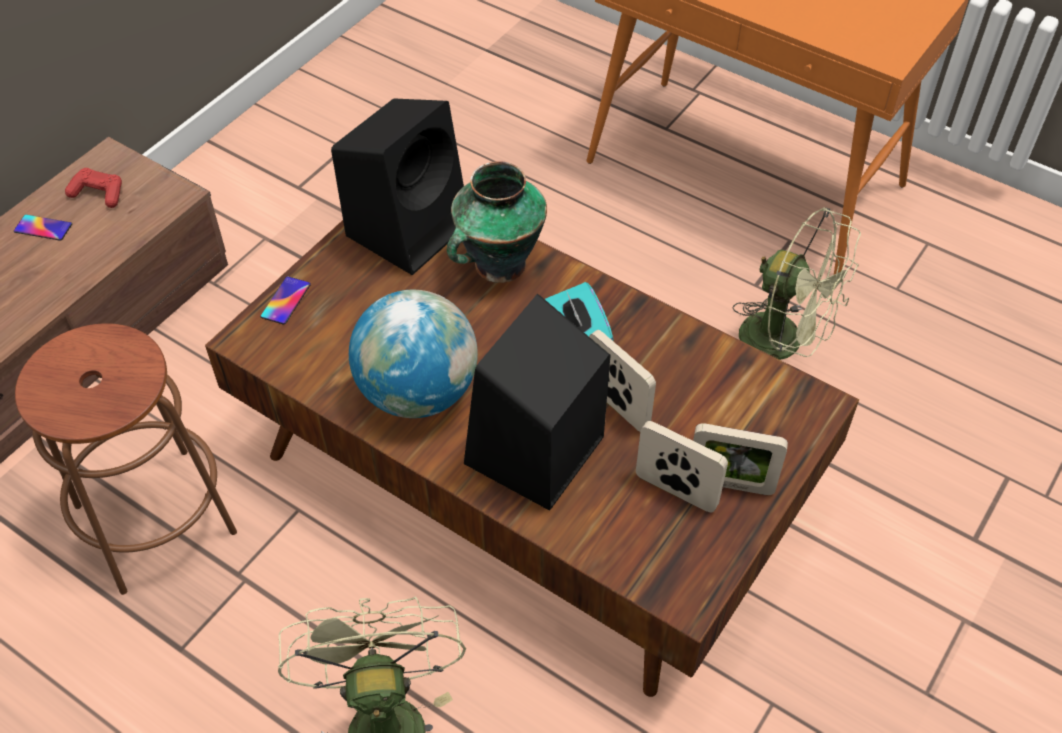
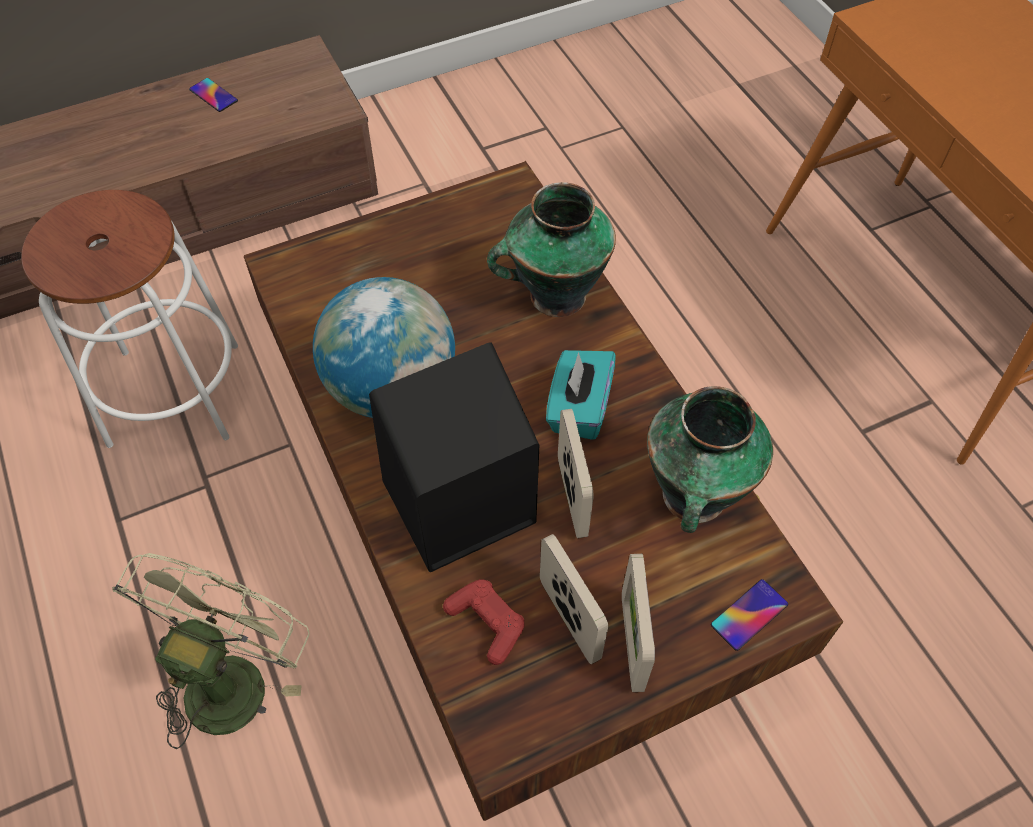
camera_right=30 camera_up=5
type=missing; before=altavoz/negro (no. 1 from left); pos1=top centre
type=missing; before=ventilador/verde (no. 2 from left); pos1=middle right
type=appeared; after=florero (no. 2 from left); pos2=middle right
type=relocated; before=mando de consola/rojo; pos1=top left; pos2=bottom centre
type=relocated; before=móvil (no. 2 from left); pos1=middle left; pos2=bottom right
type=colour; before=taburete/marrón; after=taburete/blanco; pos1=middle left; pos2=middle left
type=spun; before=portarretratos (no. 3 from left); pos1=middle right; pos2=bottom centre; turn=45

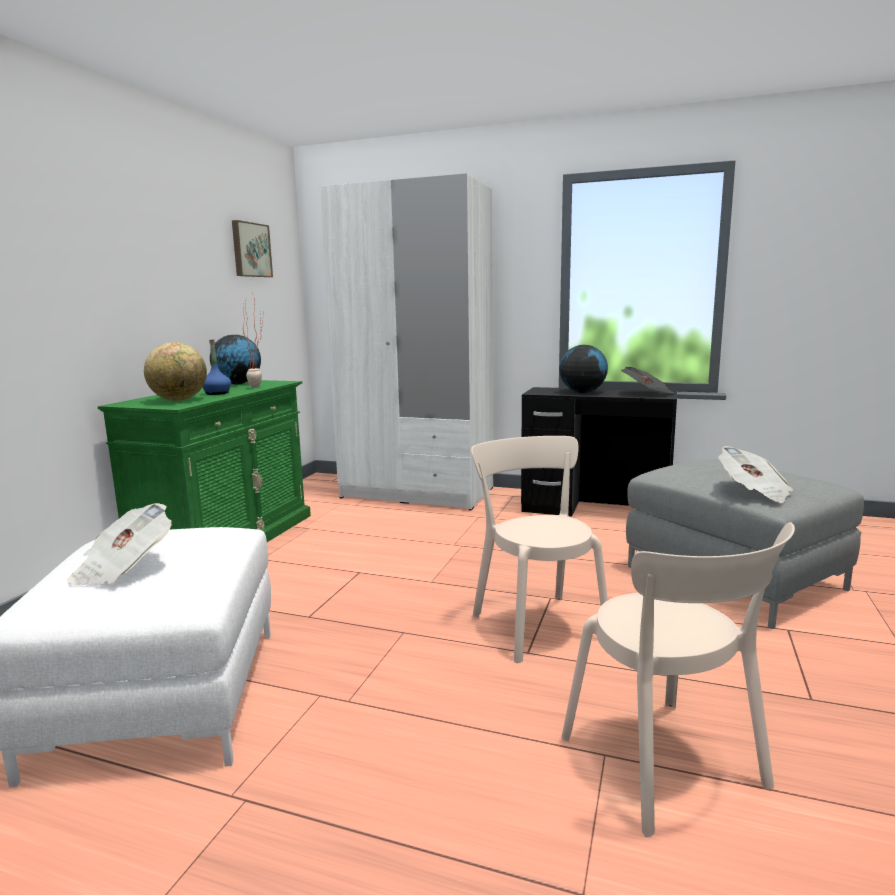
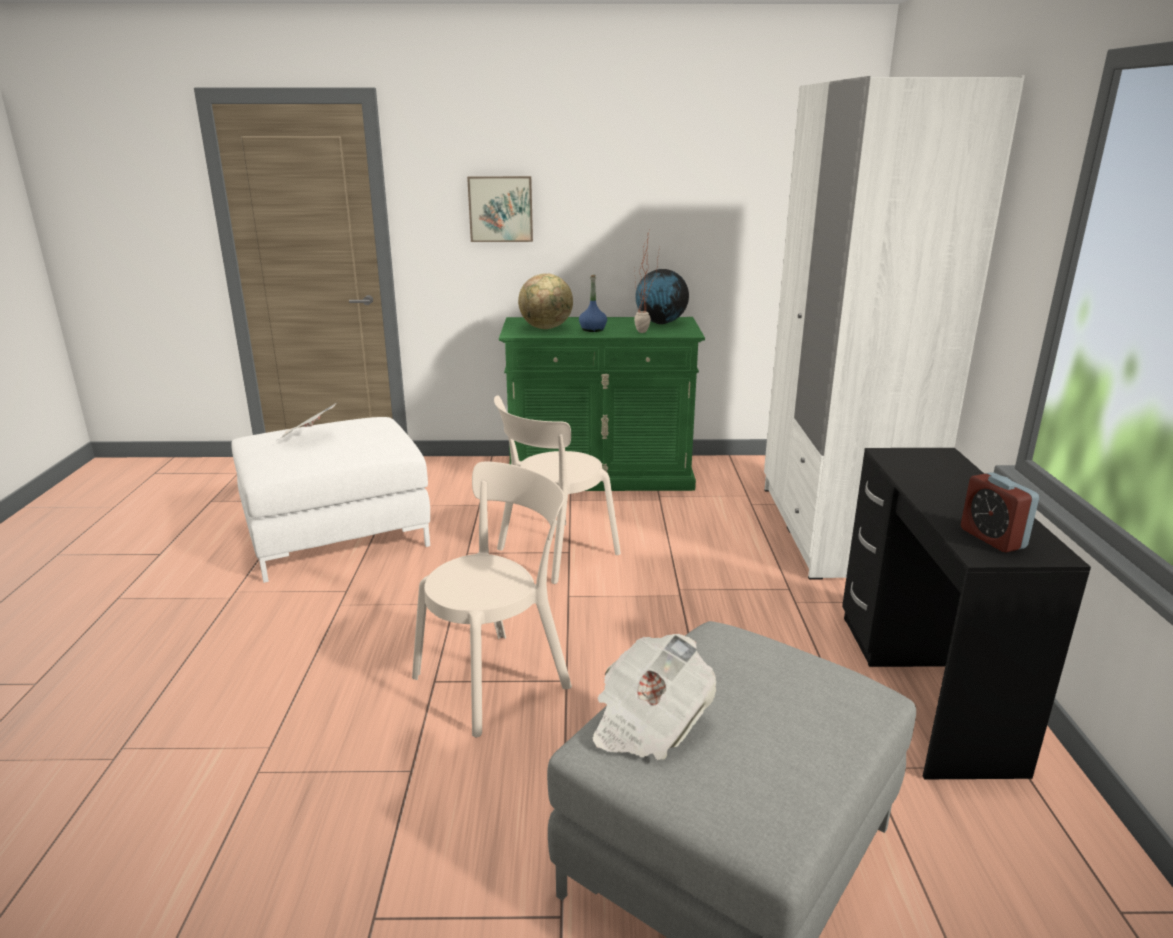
camera_right=70 camera_up=10
type=missing; before=globo terráqueo (no. 3 from left); pos1=centre
type=relocated; before=cuadro; pos1=top left; pos2=top centre
type=relocated; before=silla/beis (no. 2 from left); pos1=bottom right; pos2=centre
type=exchanged; before=periódico (no. 2 from left); after=despertador; pos1=middle right; pos2=middle right

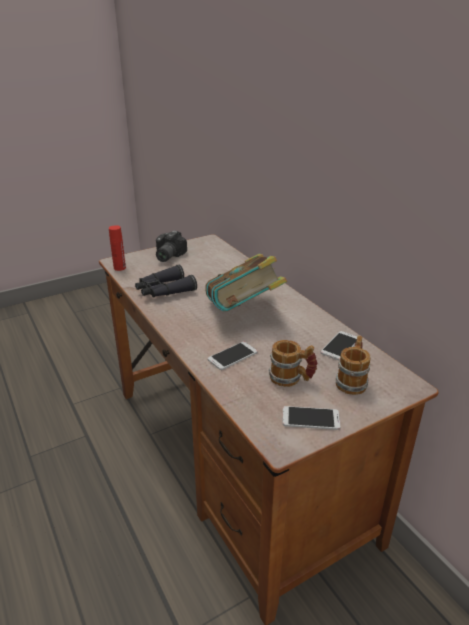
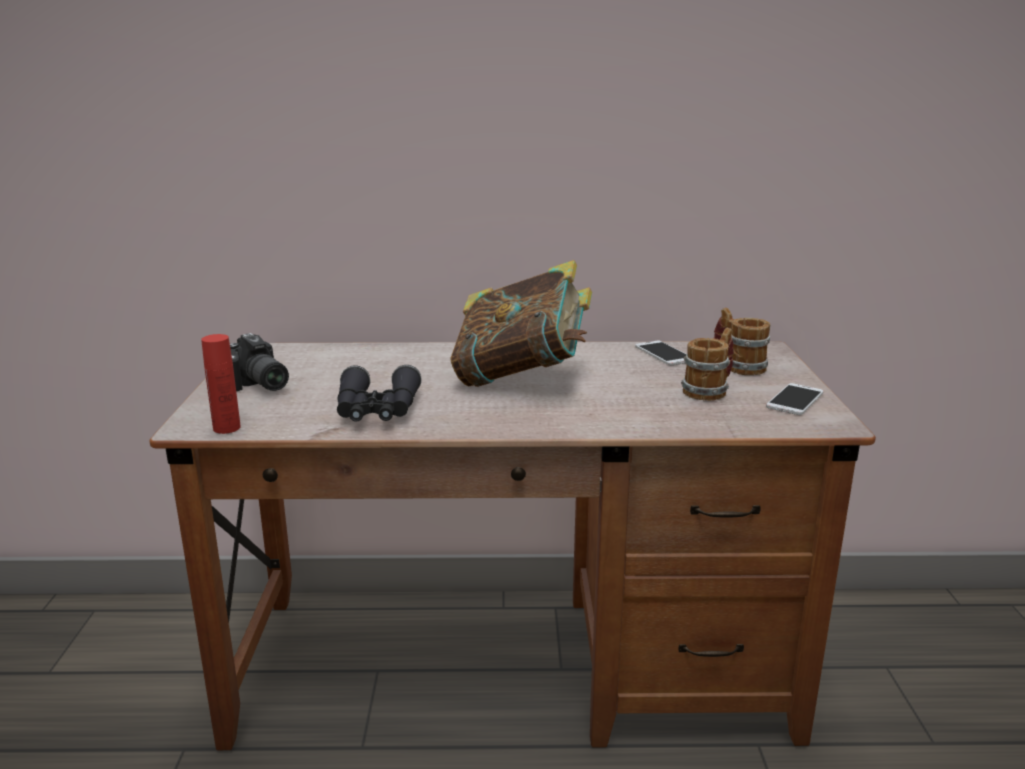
camera_right=-60 camera_up=-10
type=missing; before=móvil (no. 1 from left); pos1=centre

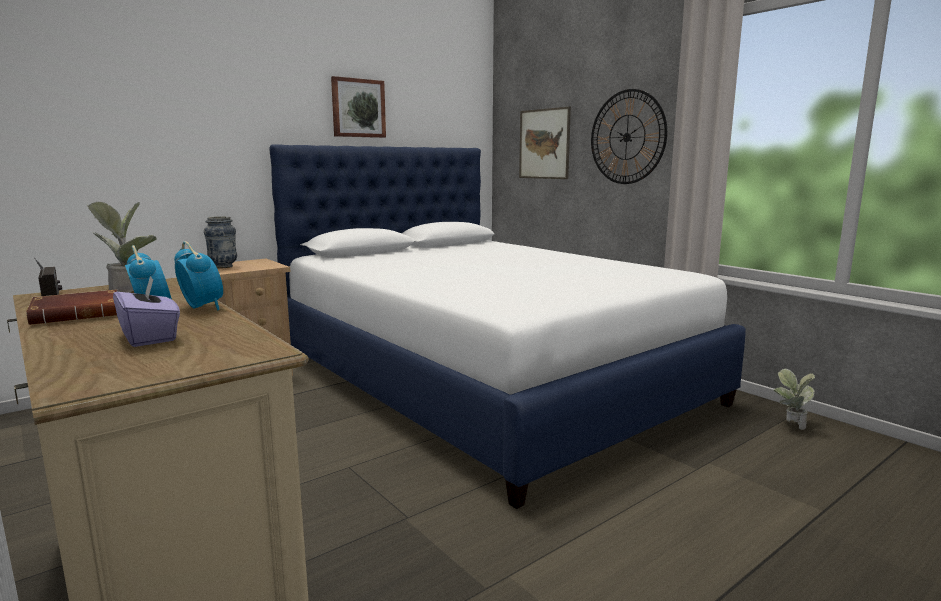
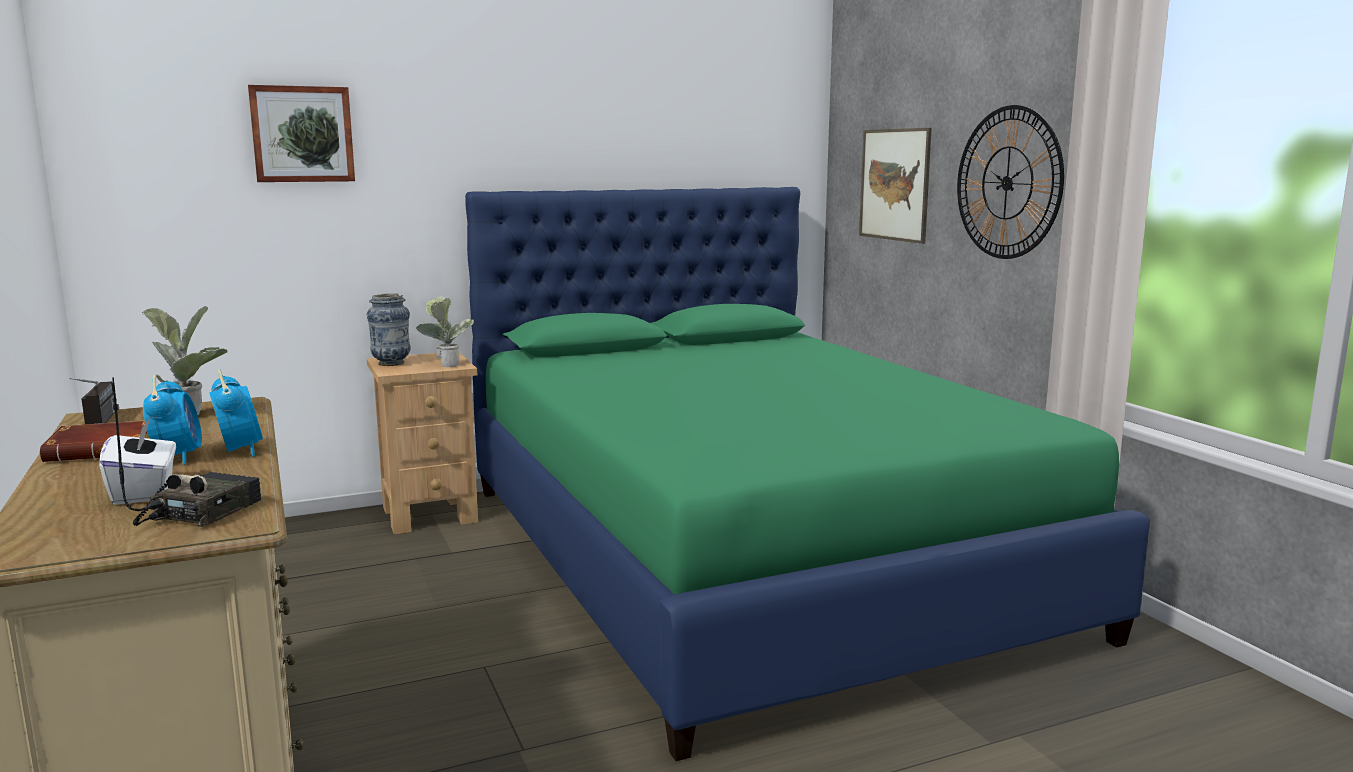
camera_right=15 camera_up=0
type=appeared; after=radio (no. 2 from left); pos2=middle left
type=relocated; before=cuadro (no. 1 from left); pos1=top centre; pos2=top left
type=relocated; before=planta en maceta (no. 2 from left); pos1=middle right; pos2=middle left
type=colour; before=caja de pañuelos/morado; after=caja de pañuelos/blanco; pos1=middle left; pos2=middle left
type=colour; before=cama/blanco; after=cama/verde; pos1=centre; pos2=centre

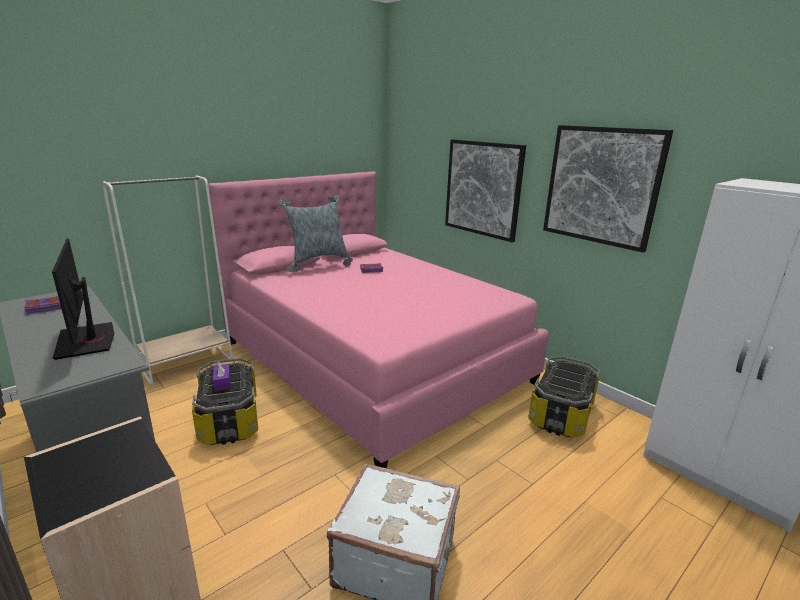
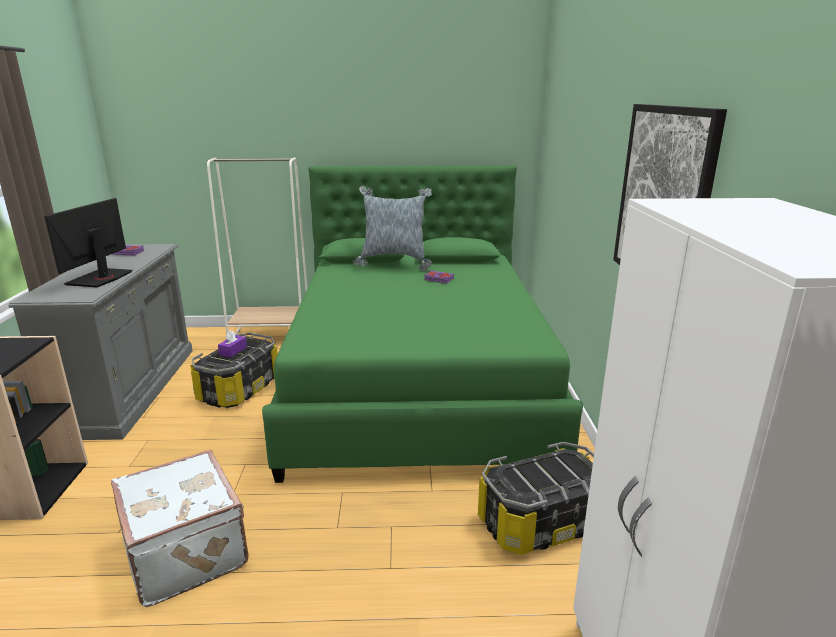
camera_right=40 camera_up=0
type=missing; before=cuadro (no. 1 from left); pos1=top centre
type=colour; before=cama/rosa; after=cama/verde; pos1=centre; pos2=centre

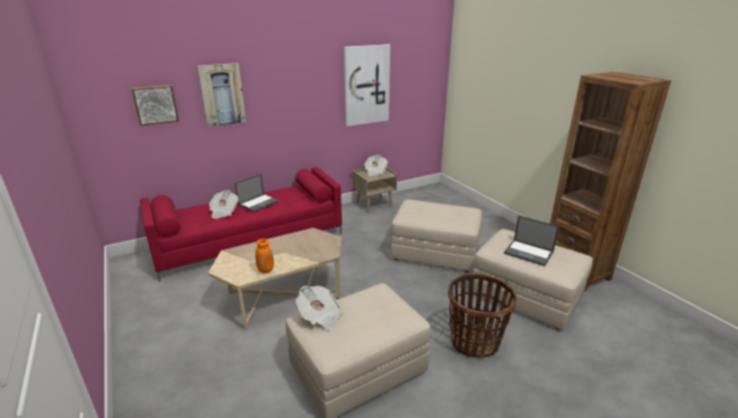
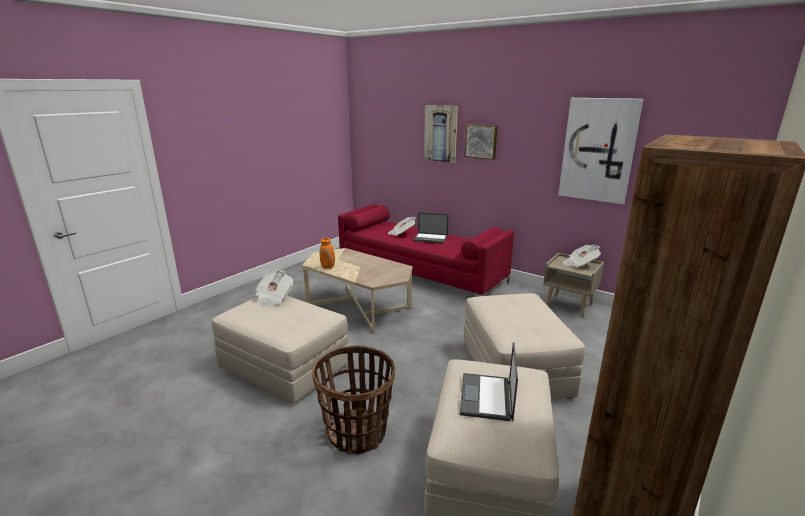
camera_right=65 camera_up=-5
type=relocated; before=cuadro (no. 1 from left in the first image); after=cuadro (no. 2 from left); pos1=top left; pos2=top centre

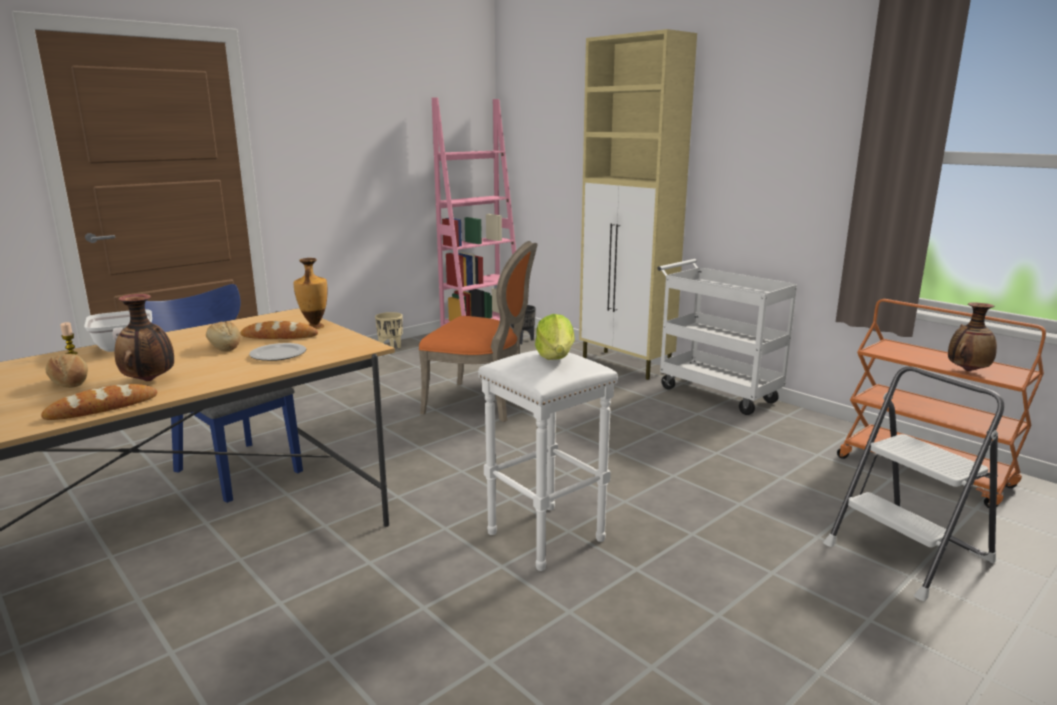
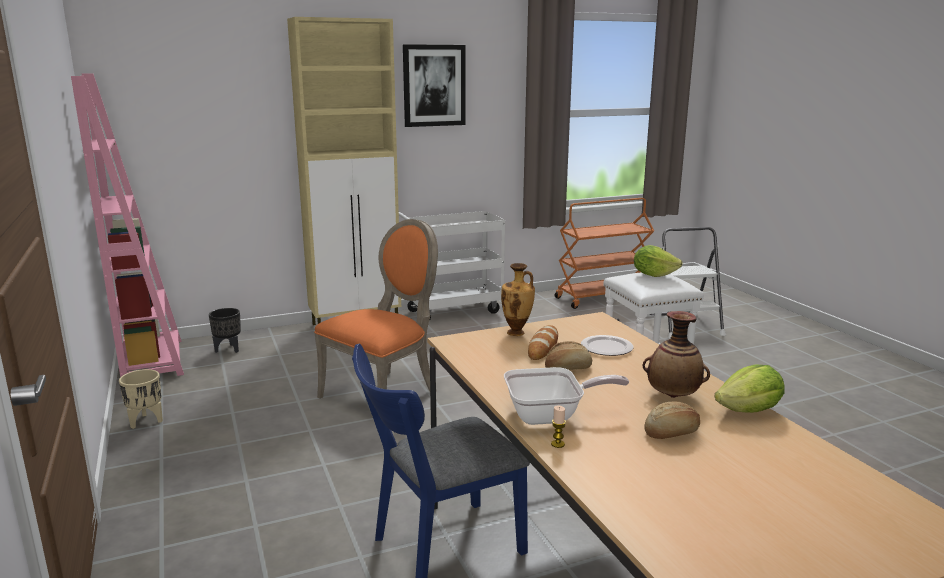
camera_right=-70 camera_up=0
type=missing; before=florero (no. 3 from left); pos1=middle right
type=appeared; after=cuadro; pos2=top centre
type=exchanged; before=pan (no. 2 from left); after=lechuga (no. 2 from left); pos1=middle left; pos2=bottom right

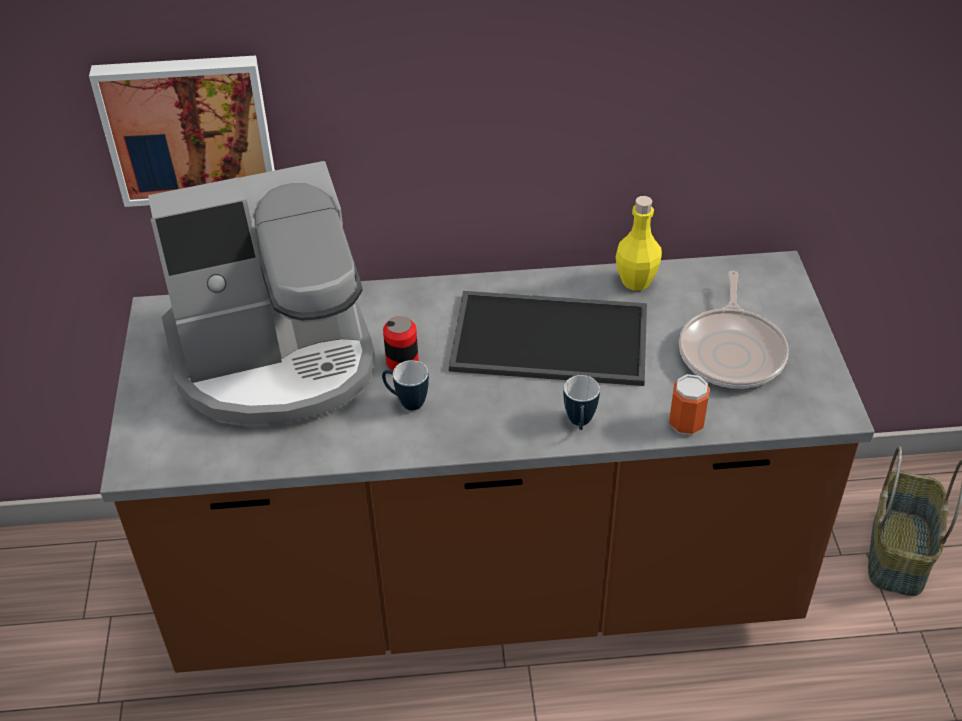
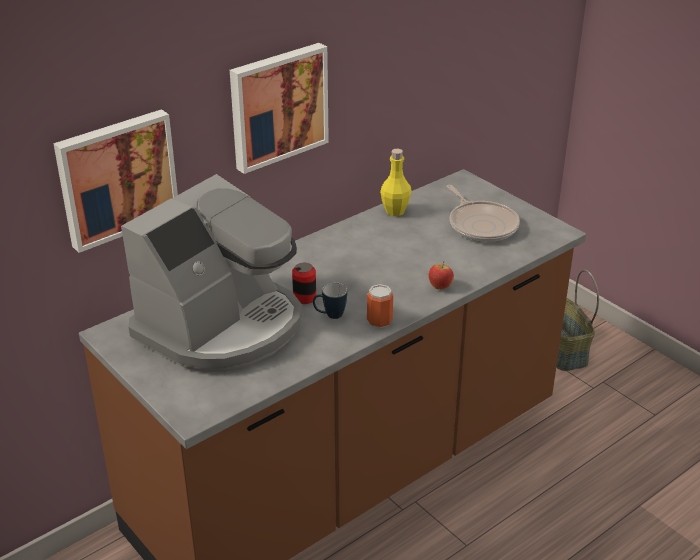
camera_right=-35 camera_up=-10
type=missing; before=bandeja; pos1=centre
type=appeared; after=cuadro (no. 2 from left); pos2=top centre
type=relocated; before=lata (no. 2 from left); pos1=middle right; pos2=centre
type=exchanged; before=taza grande (no. 2 from left); after=manzana; pos1=centre; pos2=centre

